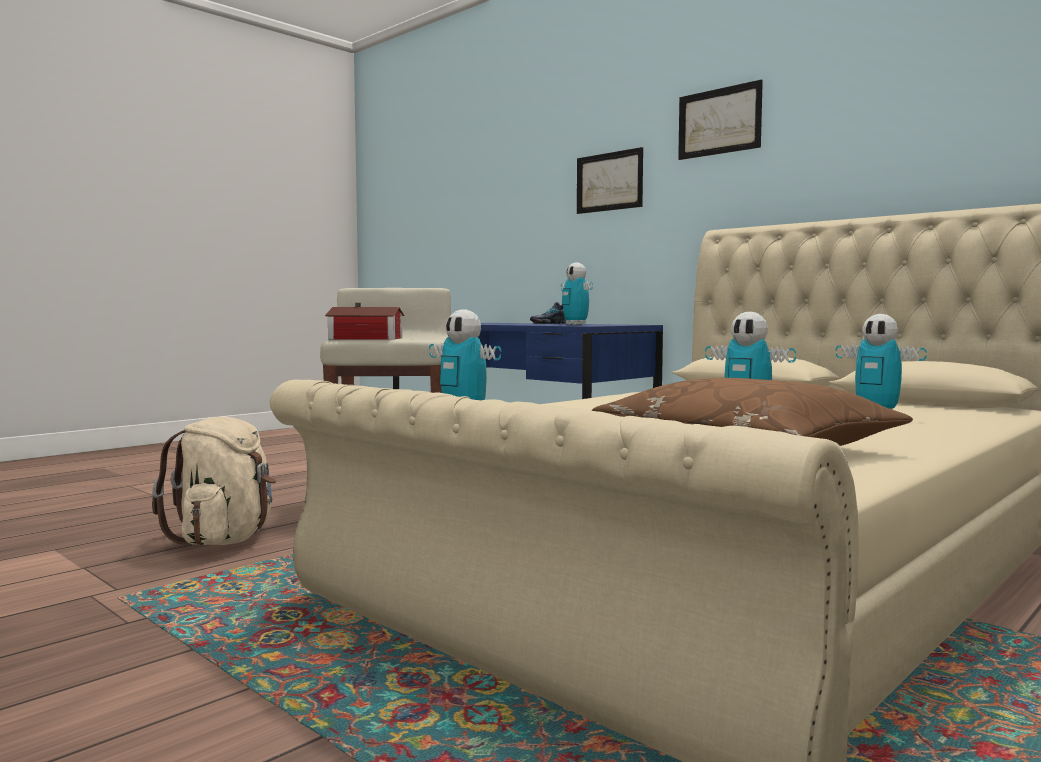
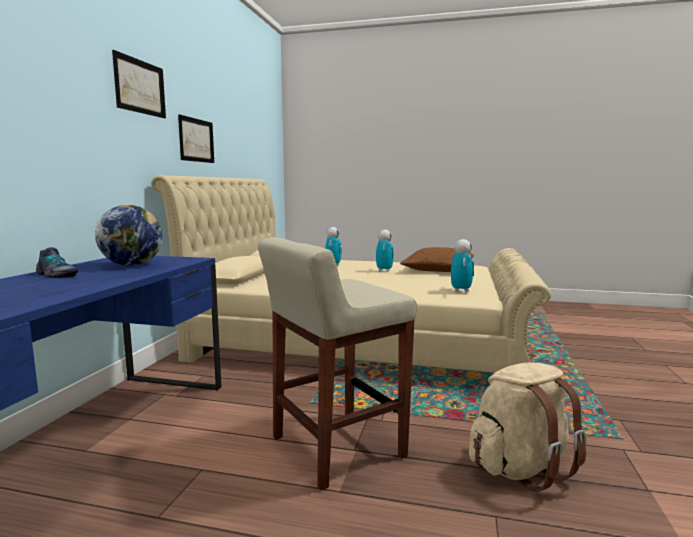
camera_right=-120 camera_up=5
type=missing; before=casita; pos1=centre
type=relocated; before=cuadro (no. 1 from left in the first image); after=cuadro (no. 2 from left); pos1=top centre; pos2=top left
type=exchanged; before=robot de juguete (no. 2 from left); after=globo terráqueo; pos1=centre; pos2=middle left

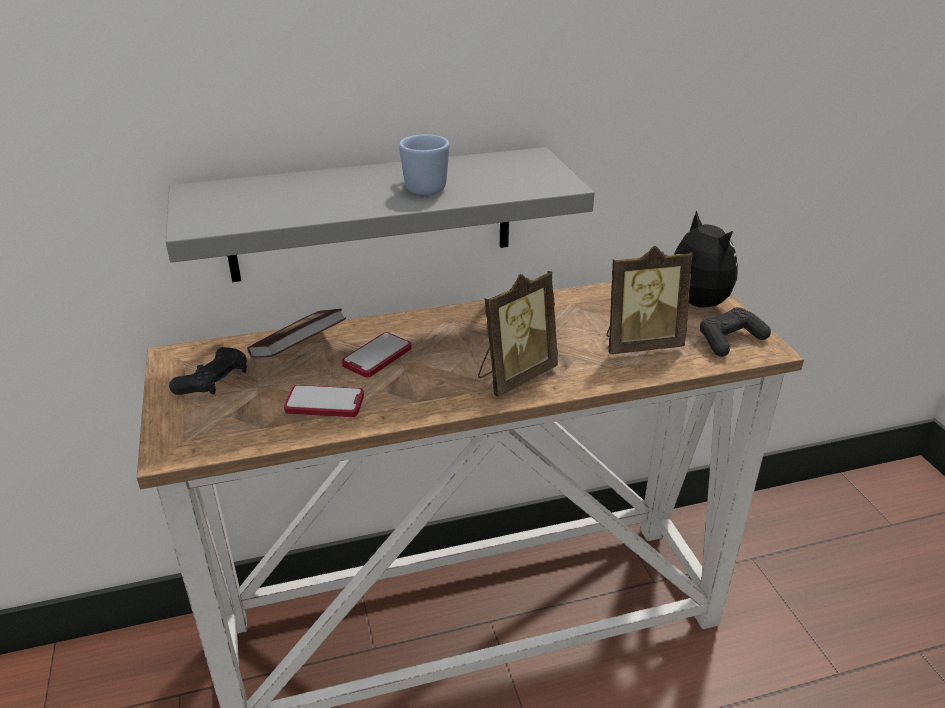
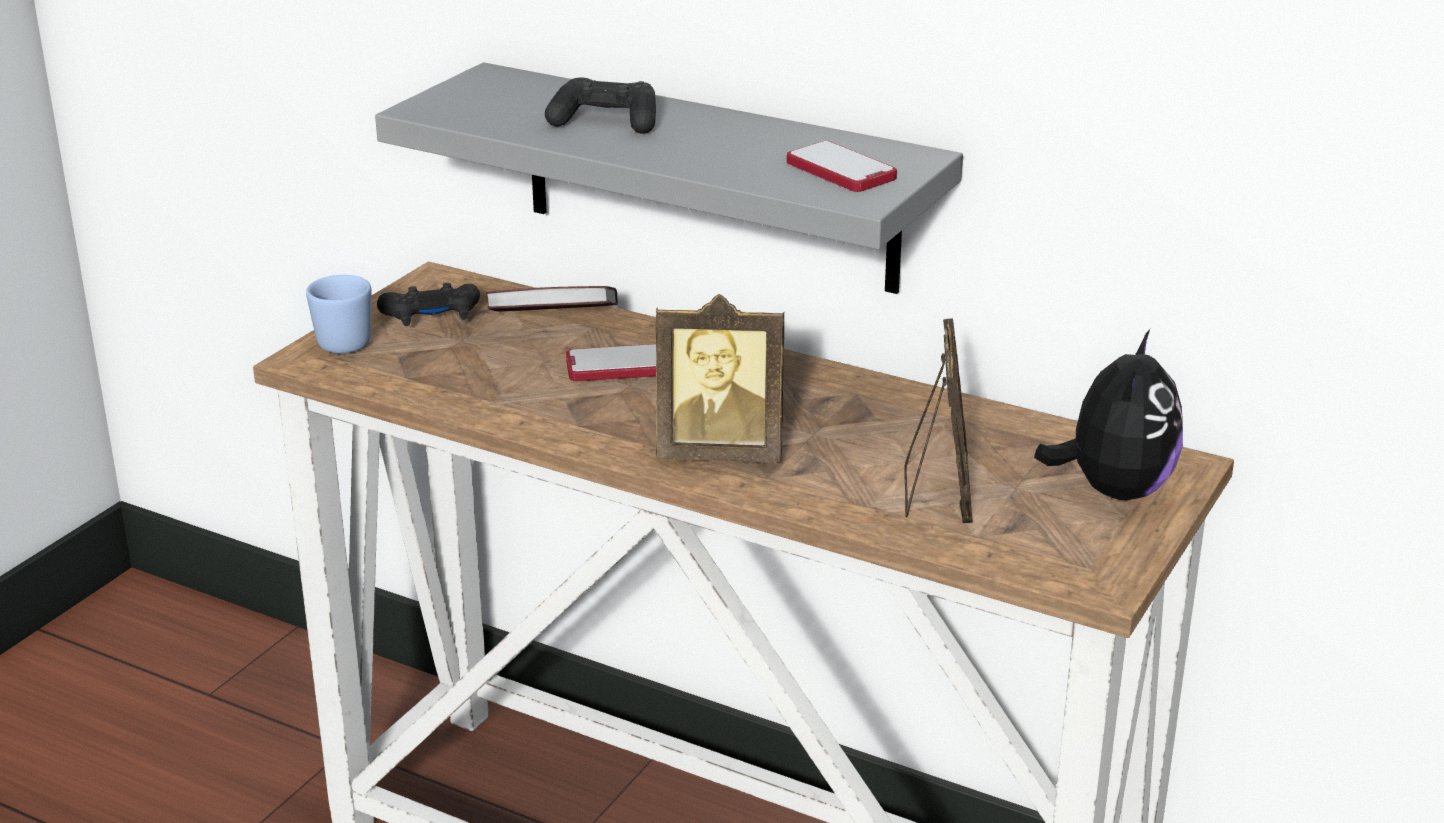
camera_right=45 camera_up=-5
type=relocated; before=móvil (no. 1 from left in the first image); after=móvil (no. 2 from left); pos1=centre; pos2=top centre
type=relocated; before=taza grande/azul; pos1=top centre; pos2=middle left
type=relocated; before=mando de consola/negro (no. 2 from left); pos1=middle right; pos2=top centre
type=spun; before=portarretratos (no. 2 from left); pos1=middle right; pos2=centre; turn=-120

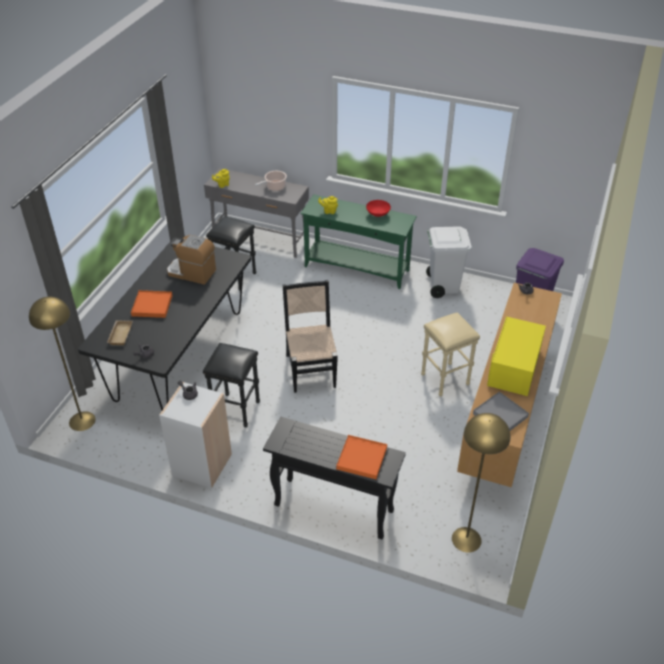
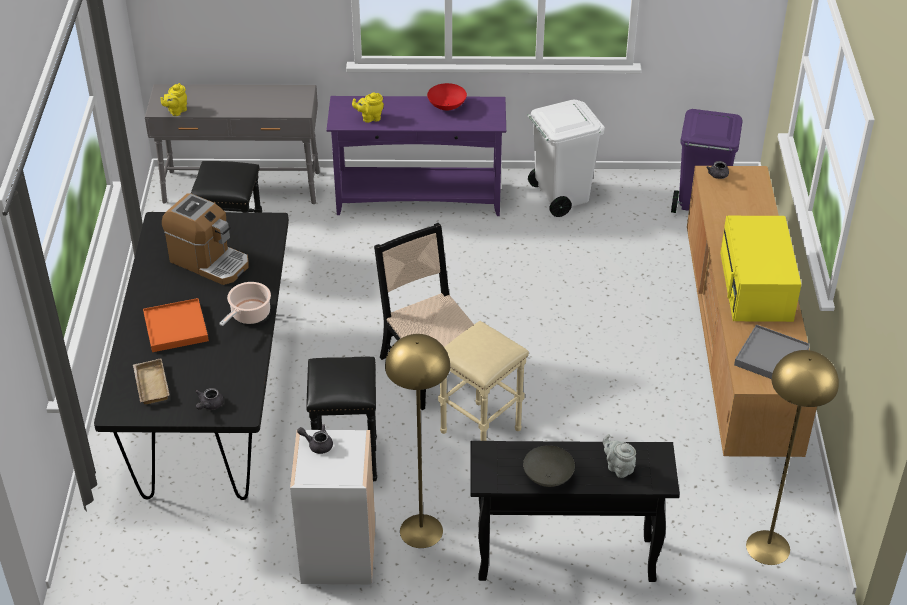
camera_right=-20 camera_up=0
type=appeared; after=cuenco/gris; pos2=bottom centre
type=relocated; before=lámpara de pie/amarillo (no. 1 from left); pos1=middle left; pos2=bottom centre
type=relocated; before=olla; pos1=top centre; pos2=middle left
type=relocated; before=taburete/beis; pos1=middle right; pos2=centre
type=exchanged; before=bandeja/naranja (no. 2 from left); after=tetera/gris (no. 3 from left); pos1=bottom centre; pos2=bottom right
type=colour; before=mesa consola/verde; after=mesa consola/morado; pos1=centre; pos2=top centre
type=spun; before=cafetera; pos1=middle left; pos2=middle left; turn=-150

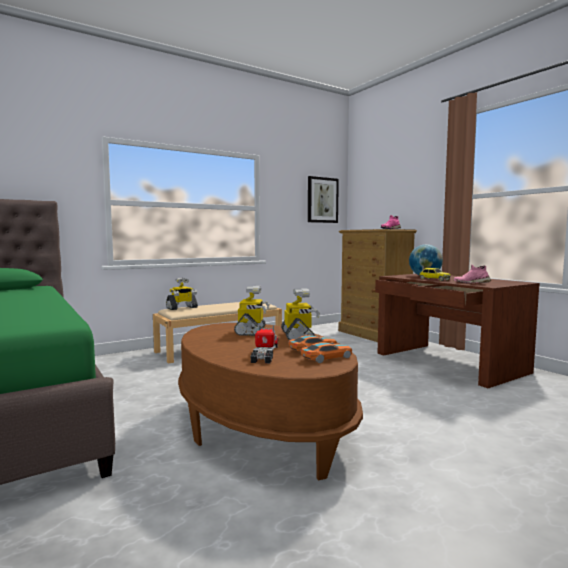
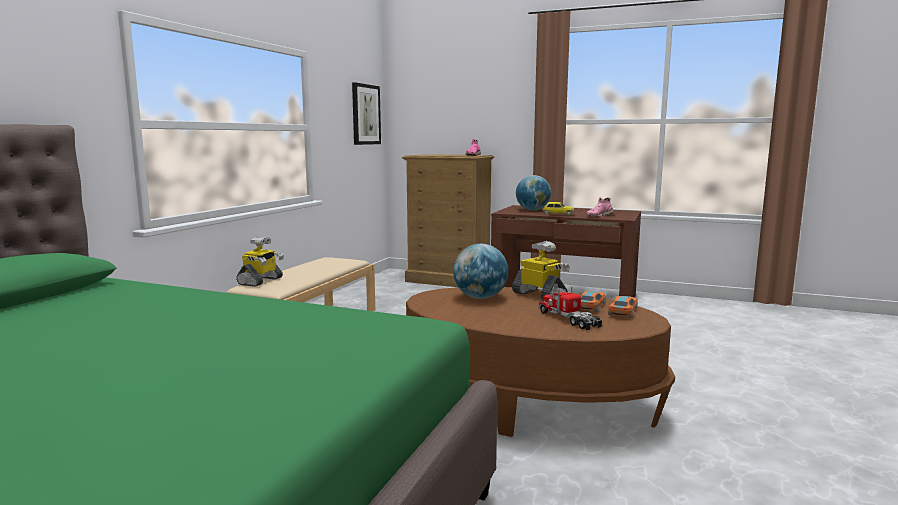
camera_right=-35 camera_up=5
type=exchanged; before=robot de juguete (no. 2 from left); after=globo terráqueo (no. 1 from left); pos1=centre; pos2=centre

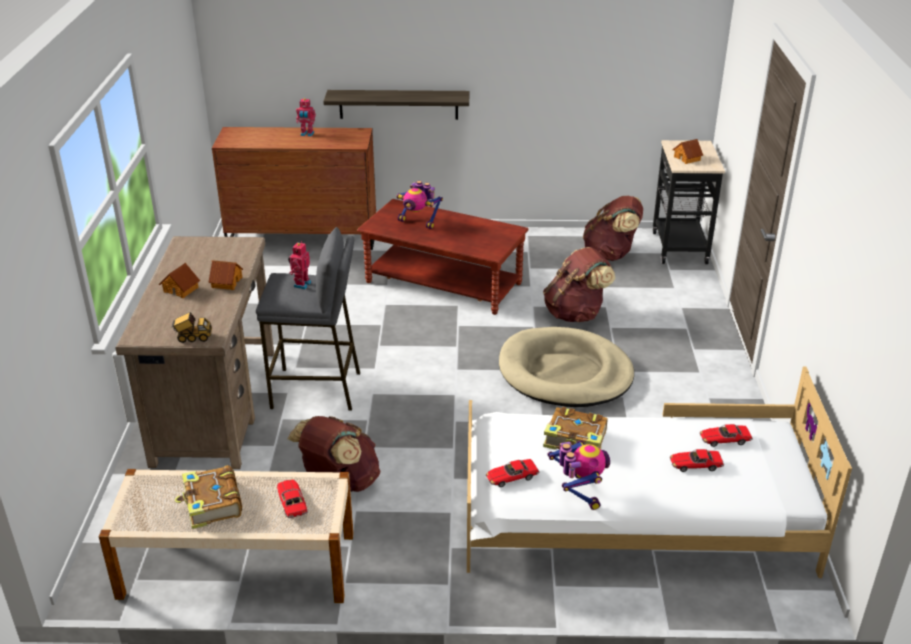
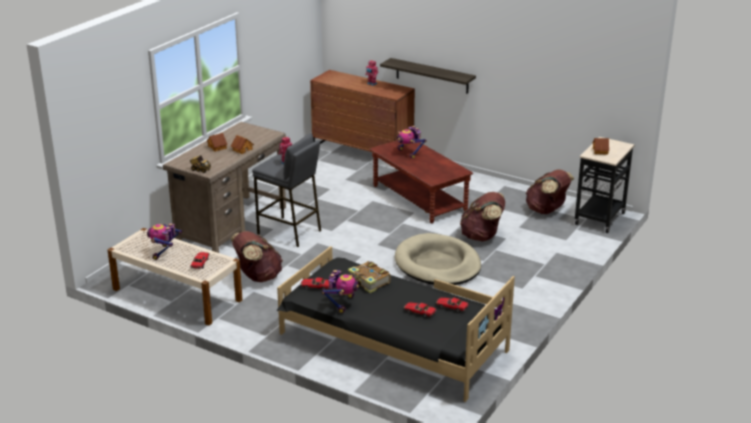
camera_right=30 camera_up=-5
type=exchanged; before=libro (no. 1 from left); after=robot de juguete (no. 1 from left); pos1=bottom left; pos2=middle left
type=colour; before=cama/blanco; after=cama/negro; pos1=bottom right; pos2=bottom centre

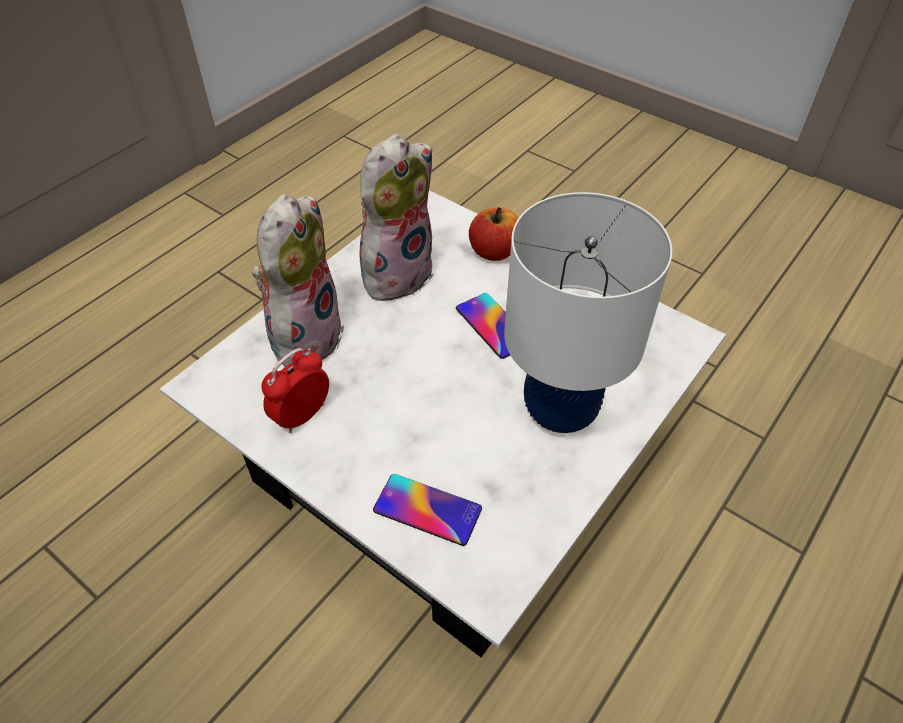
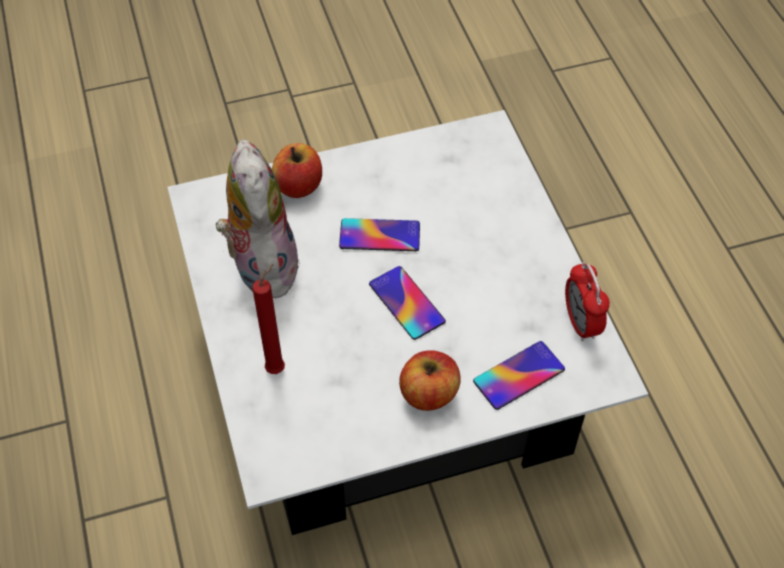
camera_right=-55 camera_up=5
type=missing; before=lámpara de mesa/blanco; pos1=centre
type=appeared; after=móvil (no. 2 from left); pos2=centre
type=appeared; after=manzana (no. 2 from left); pos2=bottom centre
type=relocated; before=despertador; pos1=middle left; pos2=middle right
type=exchanged; before=peluche (no. 1 from left); after=vela/rojo; pos1=middle left; pos2=centre

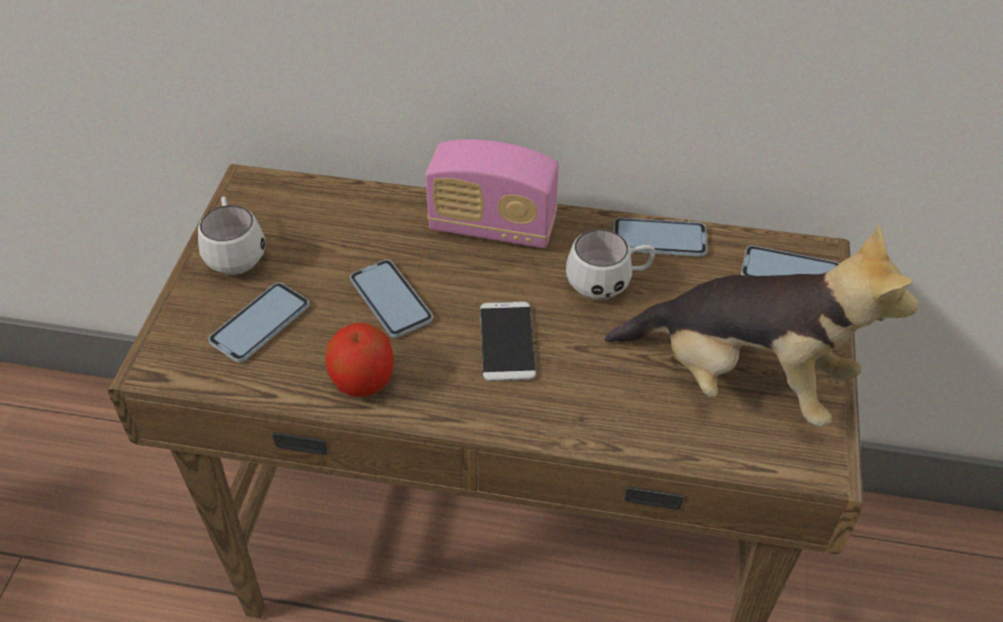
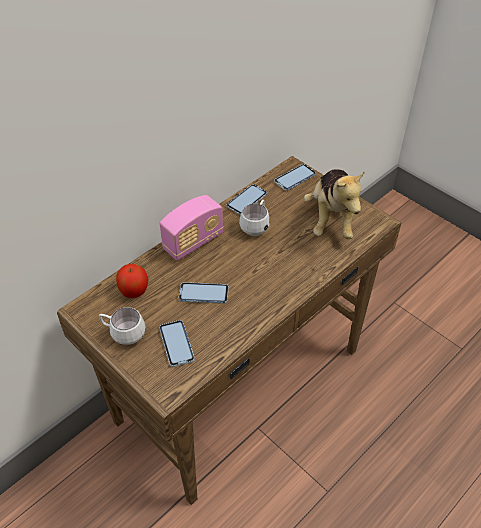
camera_right=-55 camera_up=0
type=missing; before=móvil (no. 3 from left); pos1=centre
type=relocated; before=manzana; pos1=centre; pos2=middle left
type=spun; before=peluche; pos1=middle right; pos2=middle right; turn=120

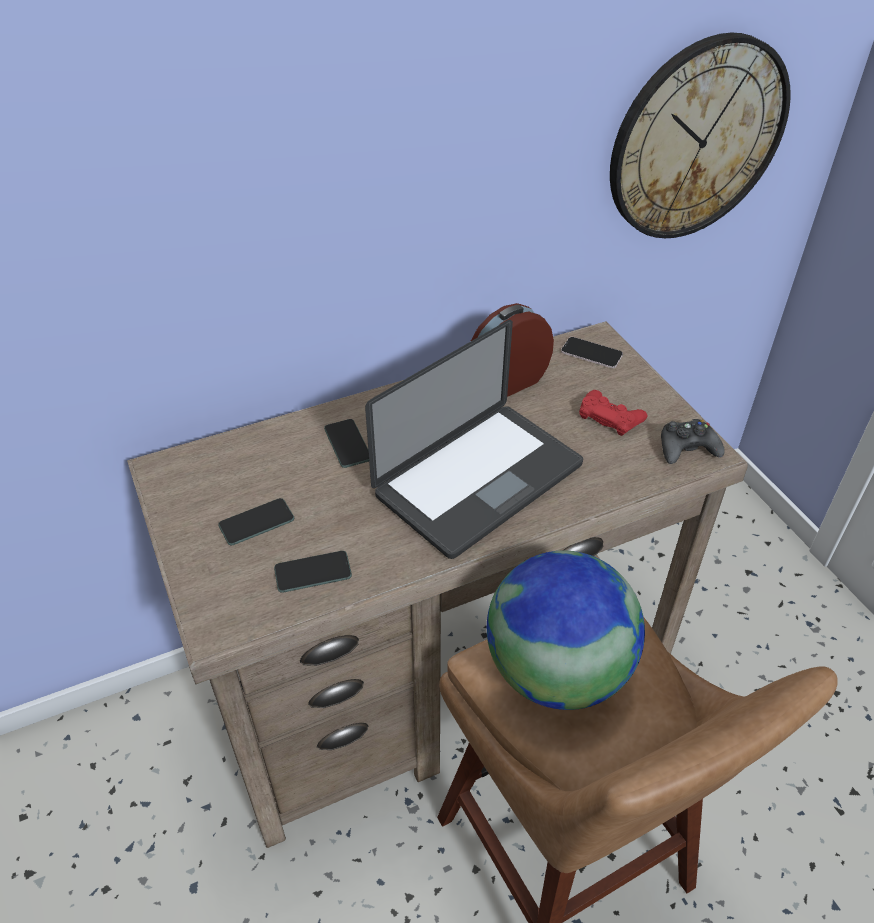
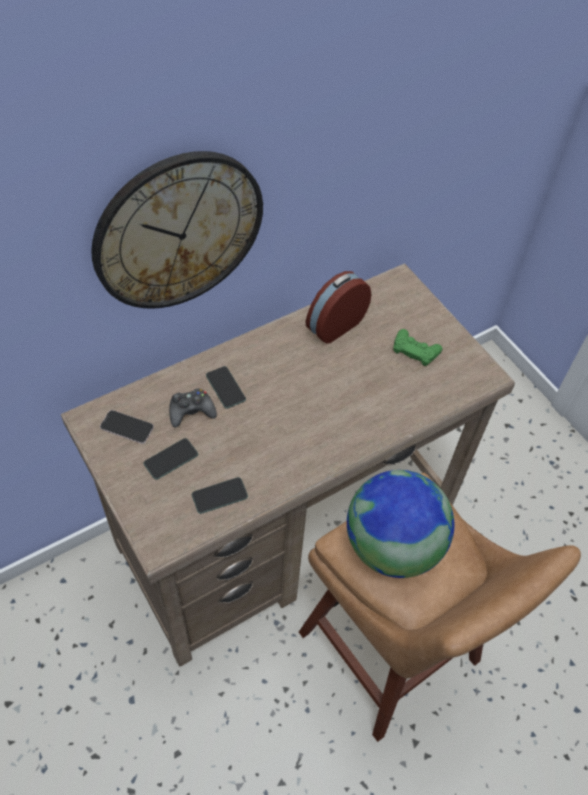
camera_right=-10 camera_up=10
type=missing; before=portátil; pos1=centre
type=relocated; before=móvil (no. 4 from left in the first image); after=móvil (no. 1 from left); pos1=middle right; pos2=middle left
type=relocated; before=reloj de pared; pos1=top right; pos2=top left
type=relocated; before=mando de consola/negro; pos1=middle right; pos2=middle left
type=colour; before=mando de consola/rojo; after=mando de consola/verde; pos1=middle right; pos2=middle right

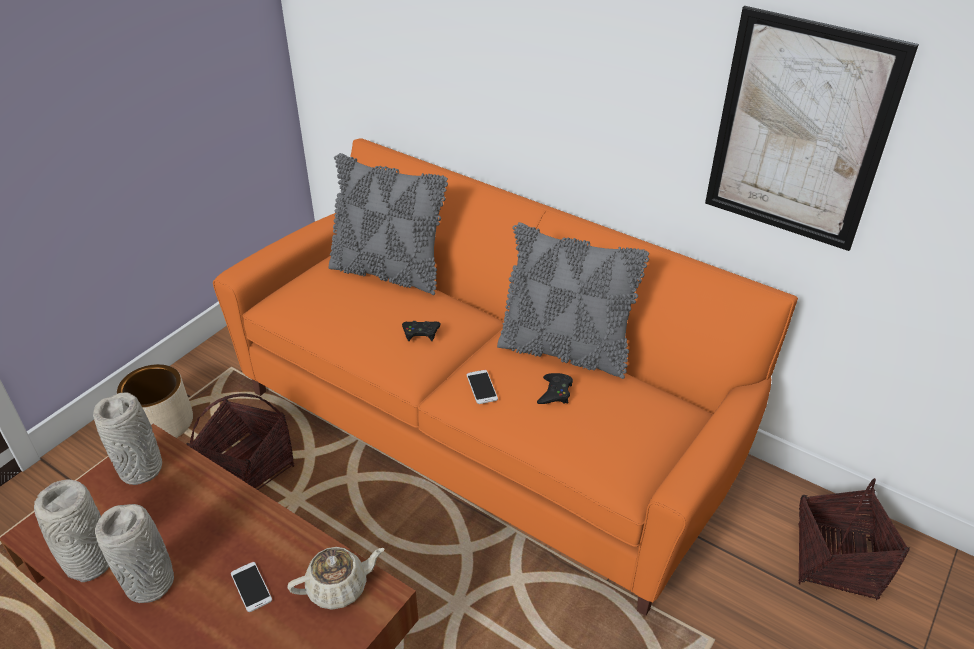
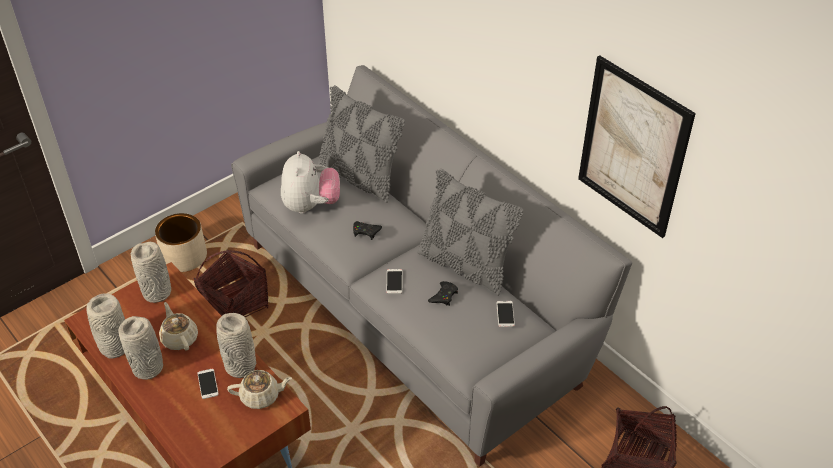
camera_right=15 camera_up=5
type=appeared; after=tetera/beis (no. 1 from left); pos2=bottom left
type=appeared; after=florero/gris (no. 4 from left); pos2=bottom left
type=appeared; after=peluche; pos2=centre
type=appeared; after=móvil (no. 3 from left); pos2=bottom centre
type=colour; before=sofá/naranja; after=sofá/gris; pos1=centre; pos2=centre

